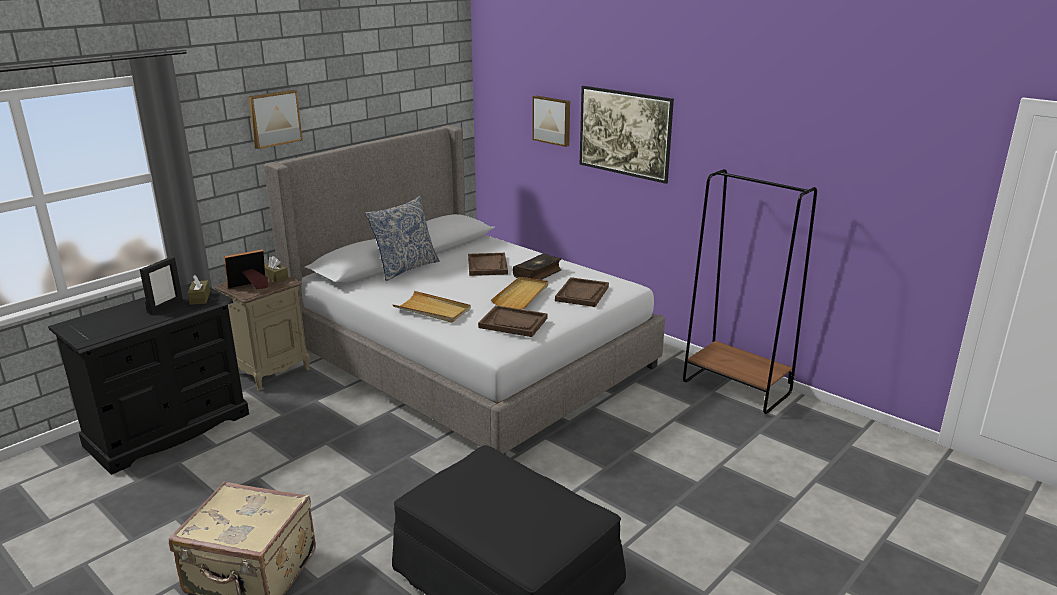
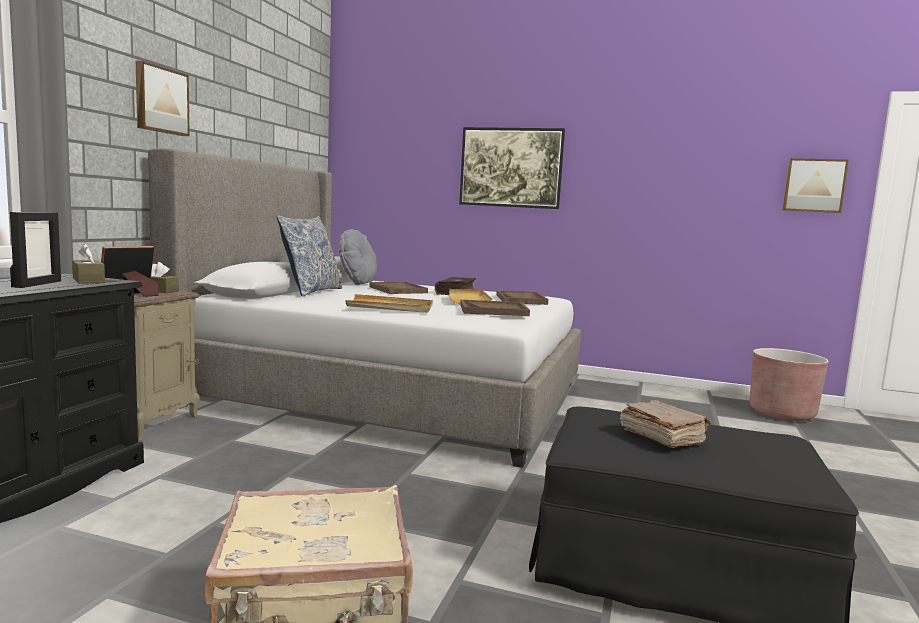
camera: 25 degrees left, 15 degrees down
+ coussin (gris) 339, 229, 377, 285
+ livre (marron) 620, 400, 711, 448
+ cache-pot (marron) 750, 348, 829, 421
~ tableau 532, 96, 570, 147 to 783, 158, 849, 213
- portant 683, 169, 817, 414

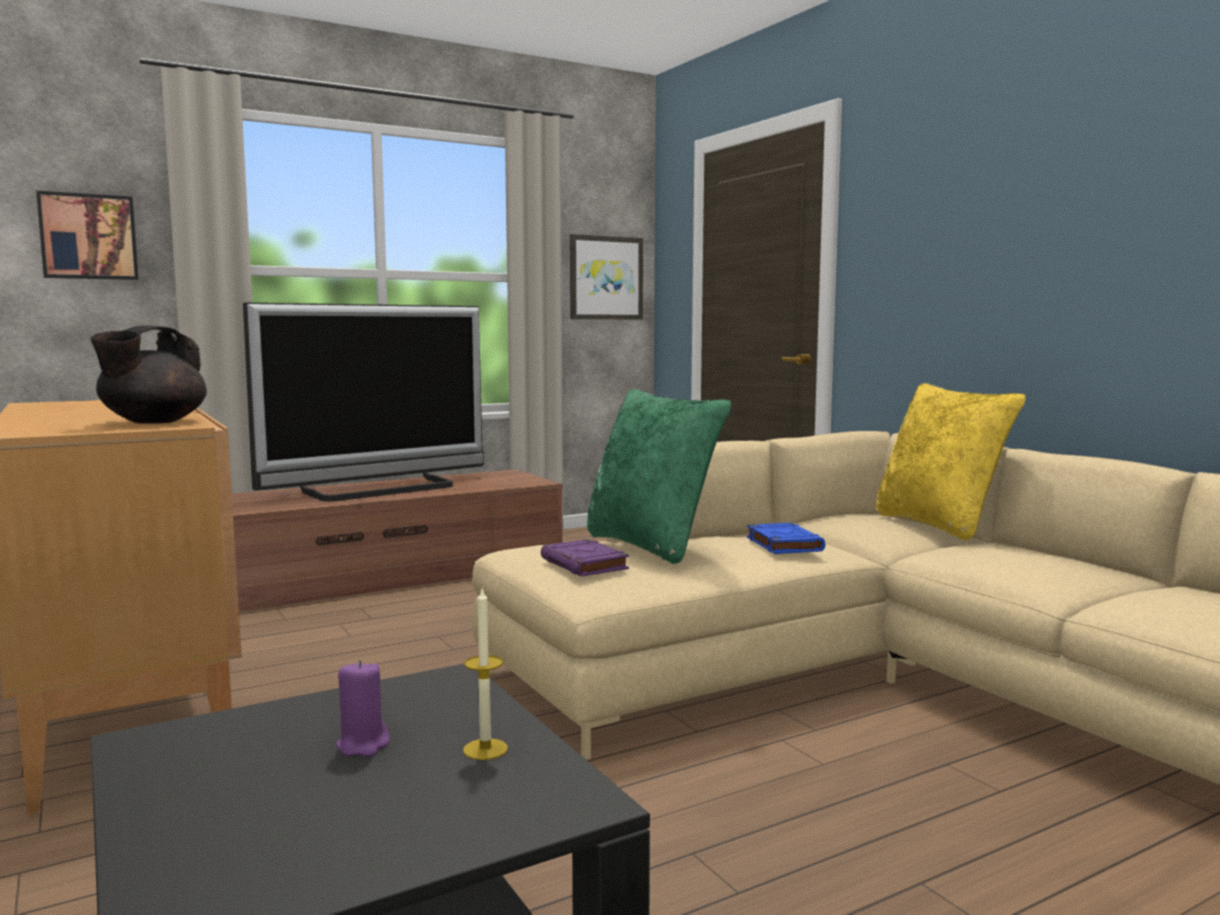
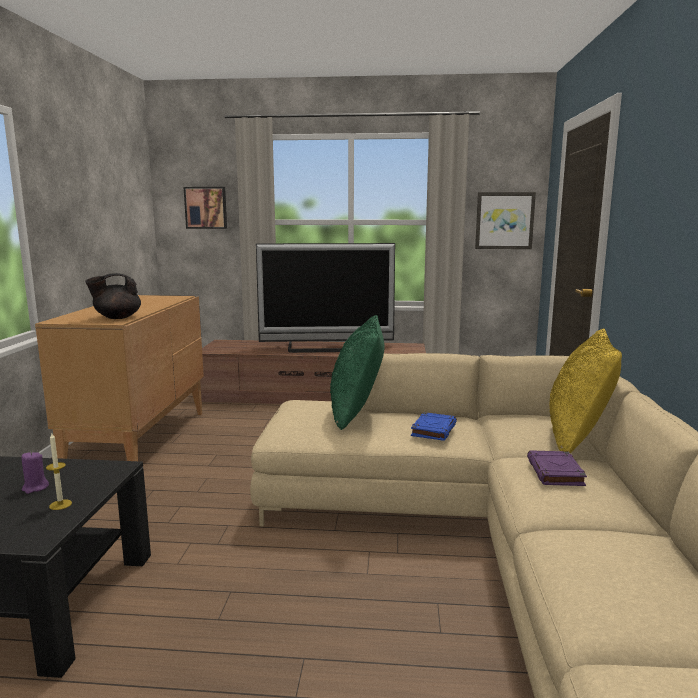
camera: 35 degrees right, 5 degrees up
~ livre (violet) 541, 539, 629, 576 to 527, 451, 587, 486

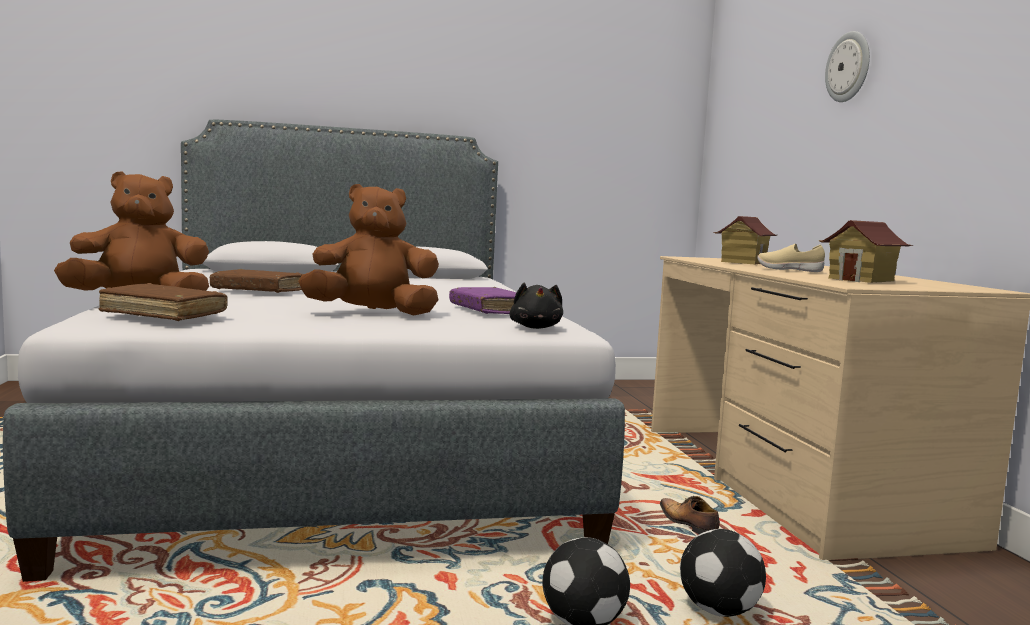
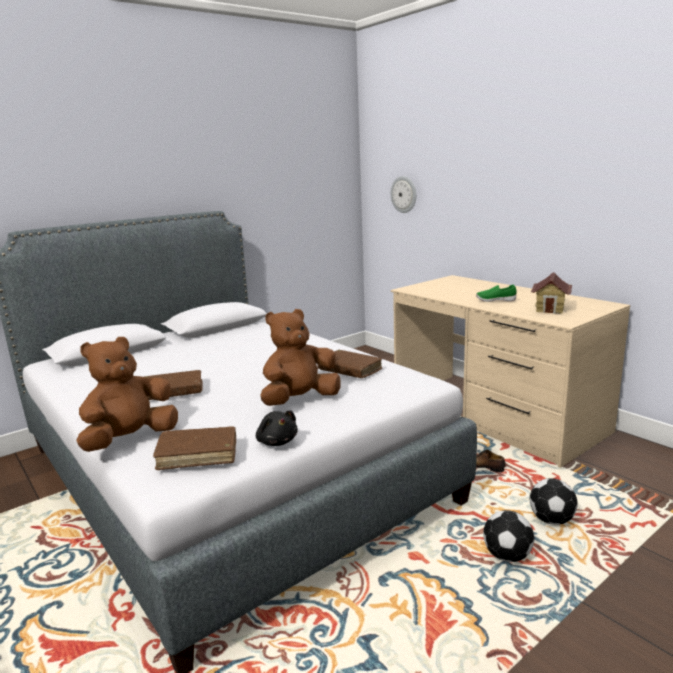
camera: 25 degrees left, 10 degrees up
~ peluche (noir) 510, 282, 563, 329 to 256, 410, 298, 446
~ livre (violet) 449, 287, 517, 314 to livre (marron) 317, 350, 382, 378
~ horloge murale 825, 31, 870, 102 to 391, 176, 416, 213
~ chaussure (beige) 757, 244, 825, 272 to chaussure (vert) 476, 285, 517, 302
- maison miniature 714, 216, 777, 264

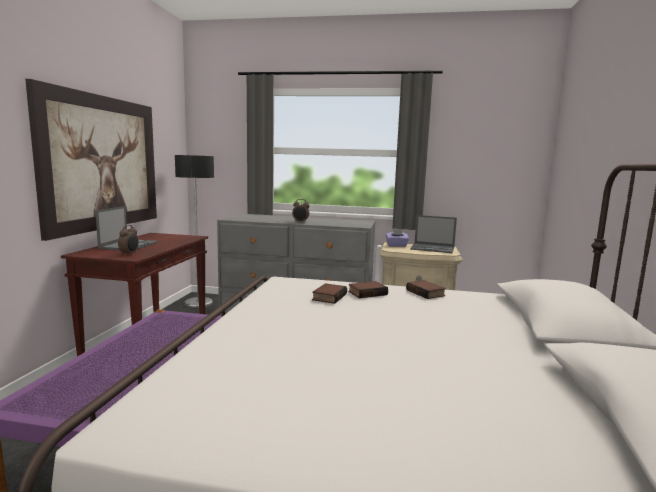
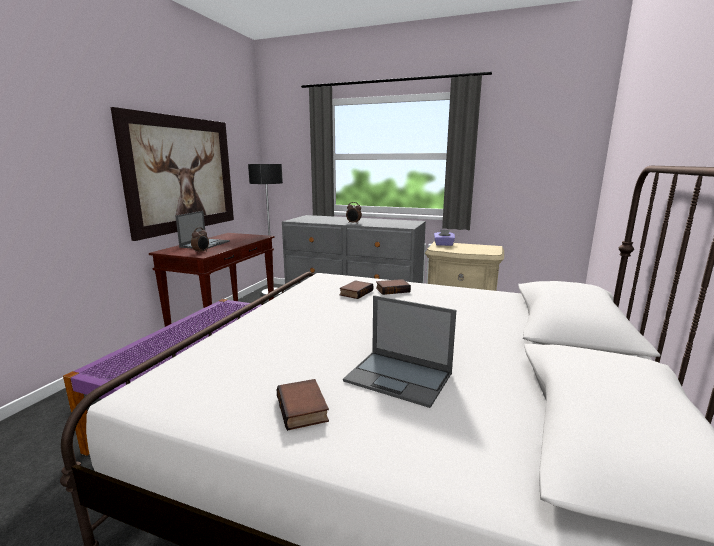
camera: 10 degrees right, 5 degrees up
~ livre 406, 280, 446, 299 to 277, 379, 329, 431
~ ordinateur portable 410, 215, 457, 253 to 343, 295, 456, 408

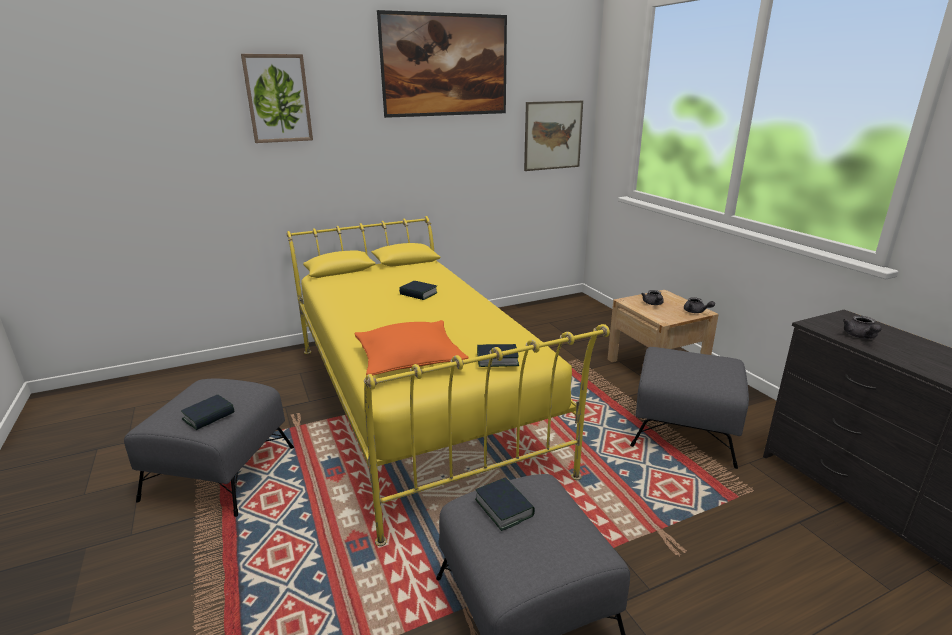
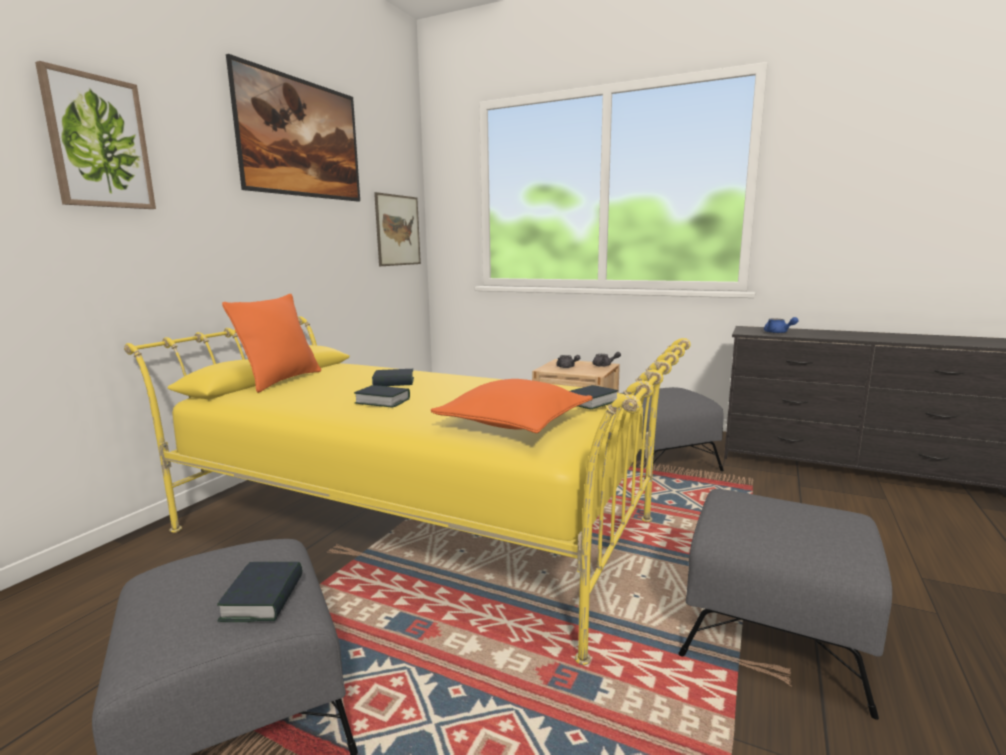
camera: 40 degrees left, 10 degrees down
+ coussin (orange) 222, 294, 321, 393
~ livre 475, 477, 535, 531 to 354, 385, 410, 408
~ théière (gris) 843, 316, 882, 339 to théière (bleu) 764, 317, 799, 333

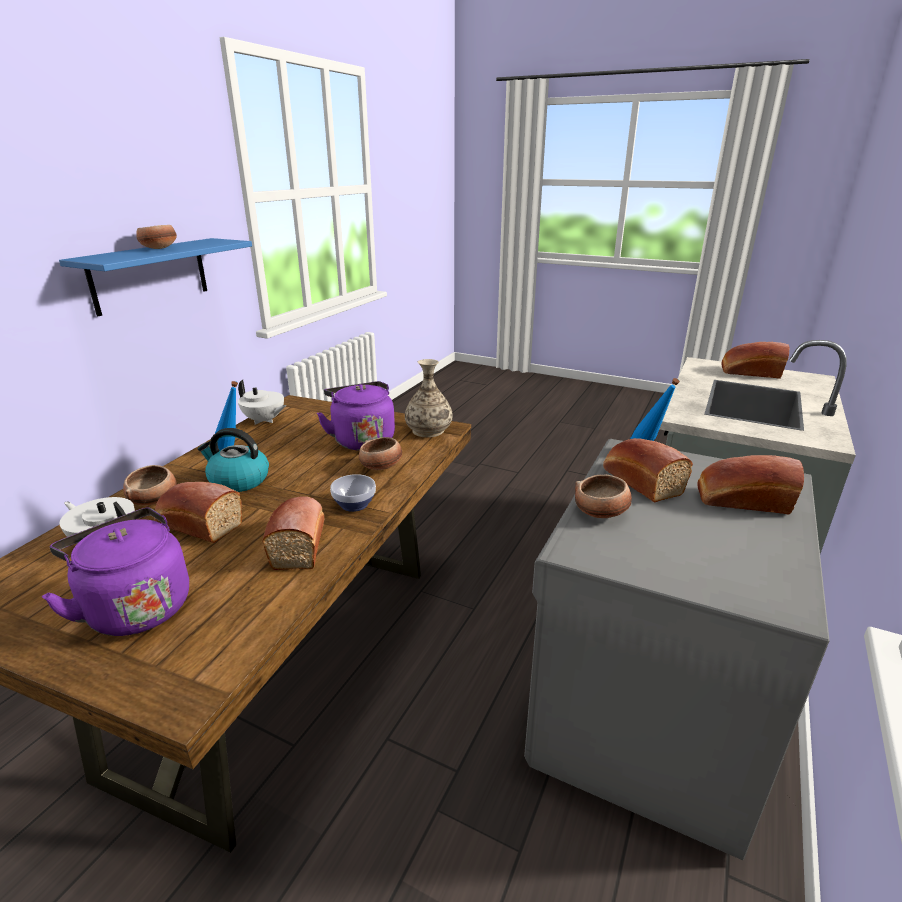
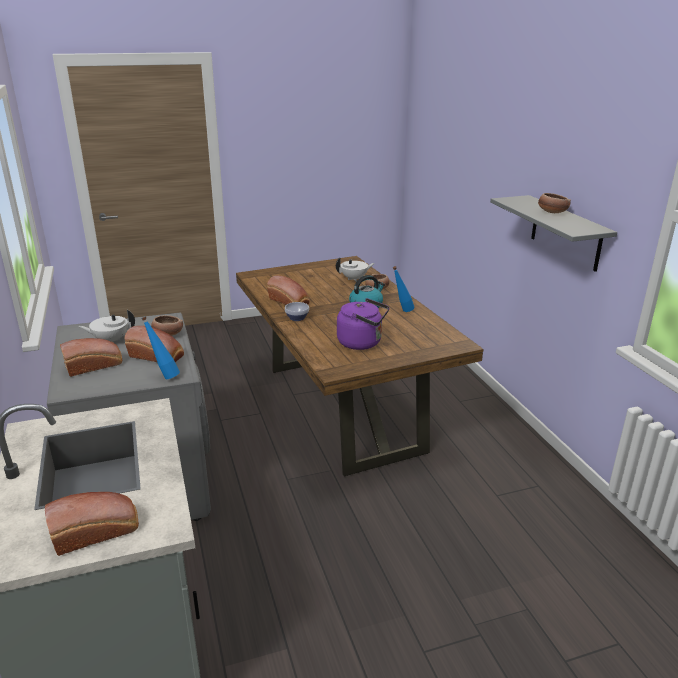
camera: 135 degrees right, 0 degrees up
~ théière (blanc) 238, 380, 287, 425 to 78, 310, 135, 342
~ étagère (bleu) 59, 238, 252, 316 to étagère (gris) 490, 195, 617, 272
- bouilloire (violet) 41, 507, 189, 636
- pain 154, 482, 242, 543
- bol 359, 437, 402, 470
- vase 405, 359, 453, 438

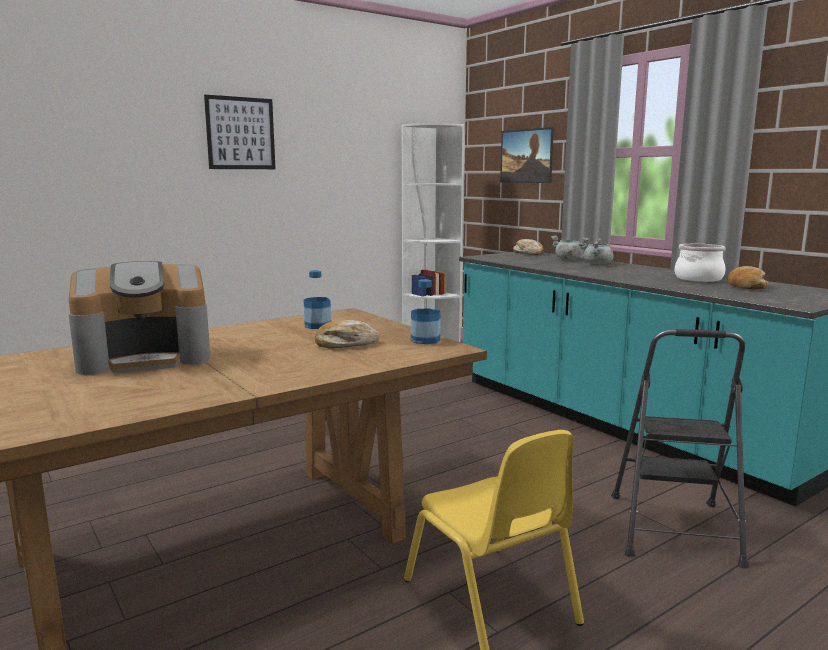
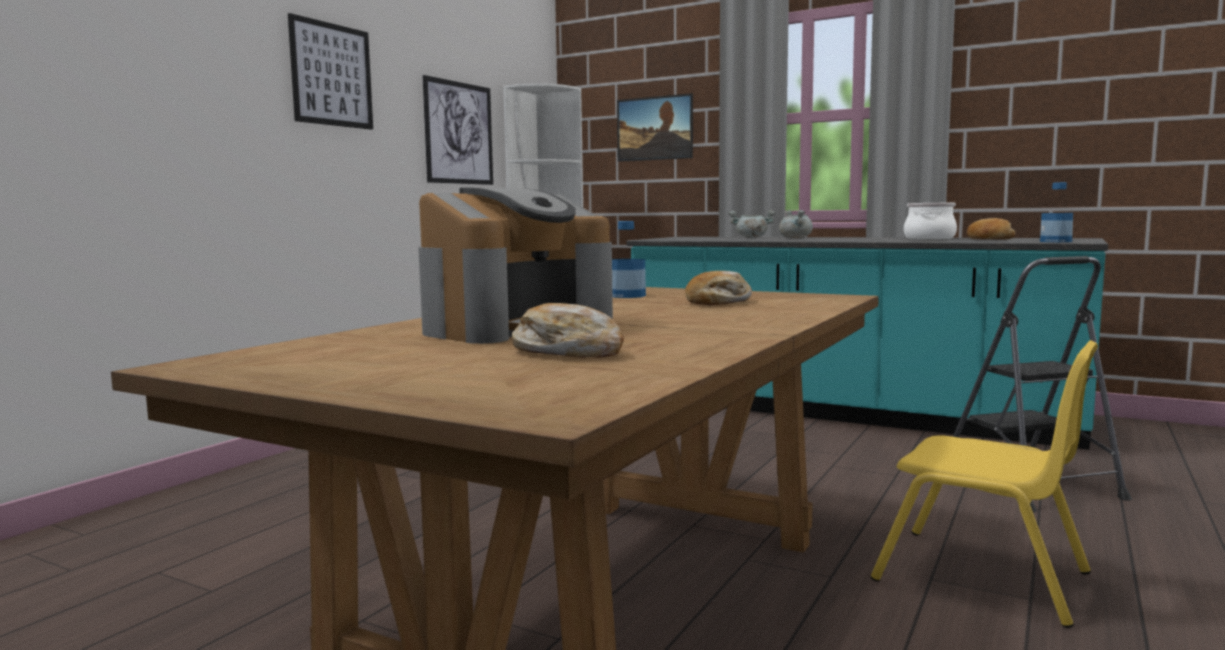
camera: 25 degrees left, 5 degrees down
+ tableau 423, 75, 493, 185
~ pain 513, 239, 544, 255 to 512, 303, 624, 358
~ bouteille 411, 279, 441, 344 to 1040, 182, 1073, 242

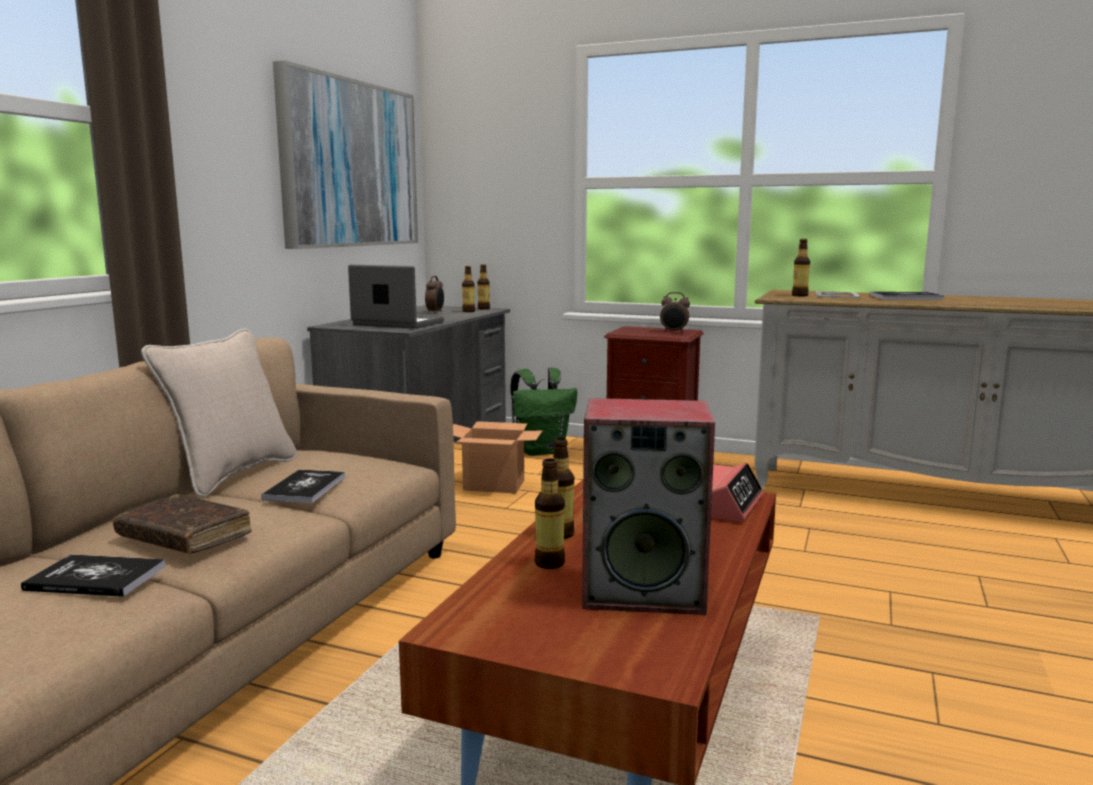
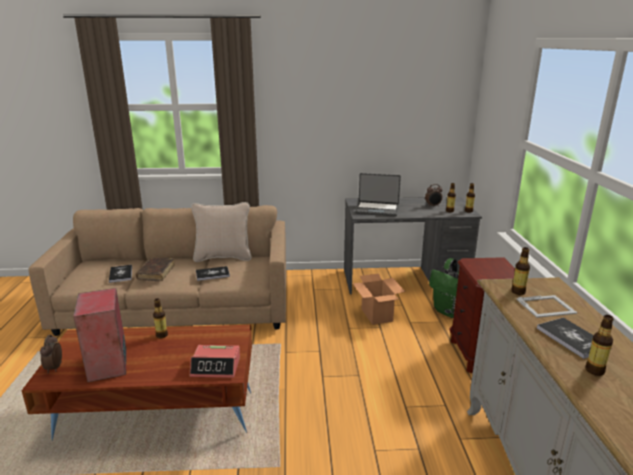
camera: 65 degrees right, 10 degrees up
~ réveil 660, 292, 690, 333 to 40, 335, 62, 373
~ ordinateur portable 348, 265, 444, 329 = 355, 173, 401, 217 105 degrees clockwise
~ bouteille 535, 458, 565, 569 to 585, 315, 614, 376
- tableau 273, 60, 418, 249

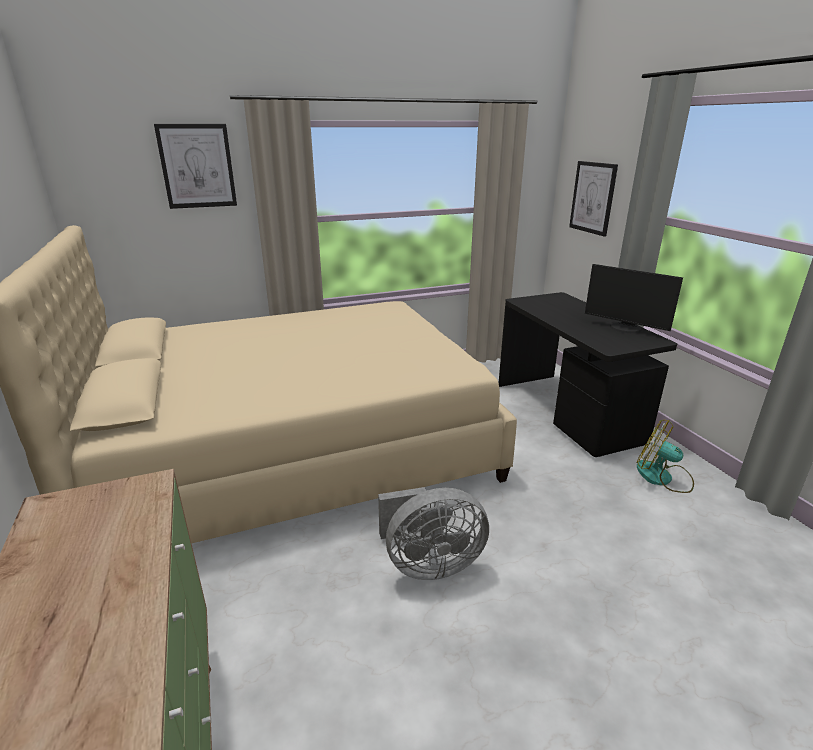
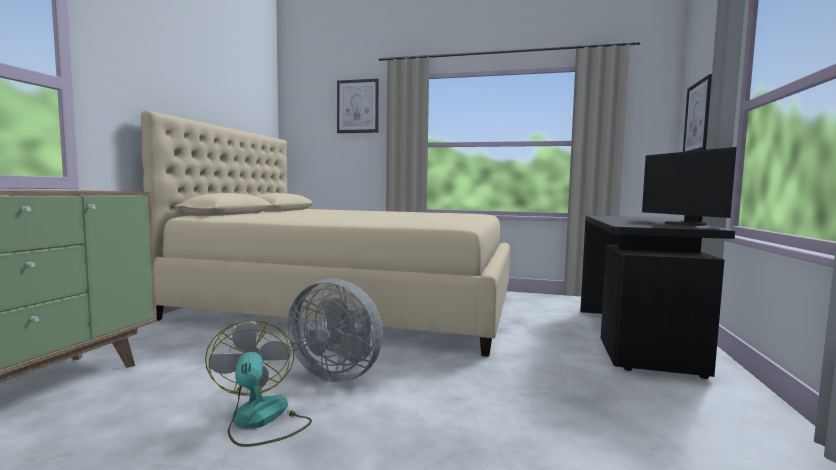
camera: 35 degrees right, 20 degrees down
~ ventilateur 637, 420, 694, 493 to 205, 320, 312, 447

